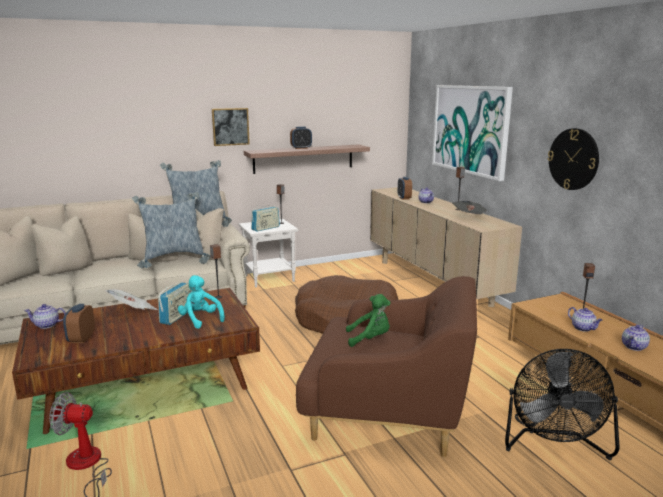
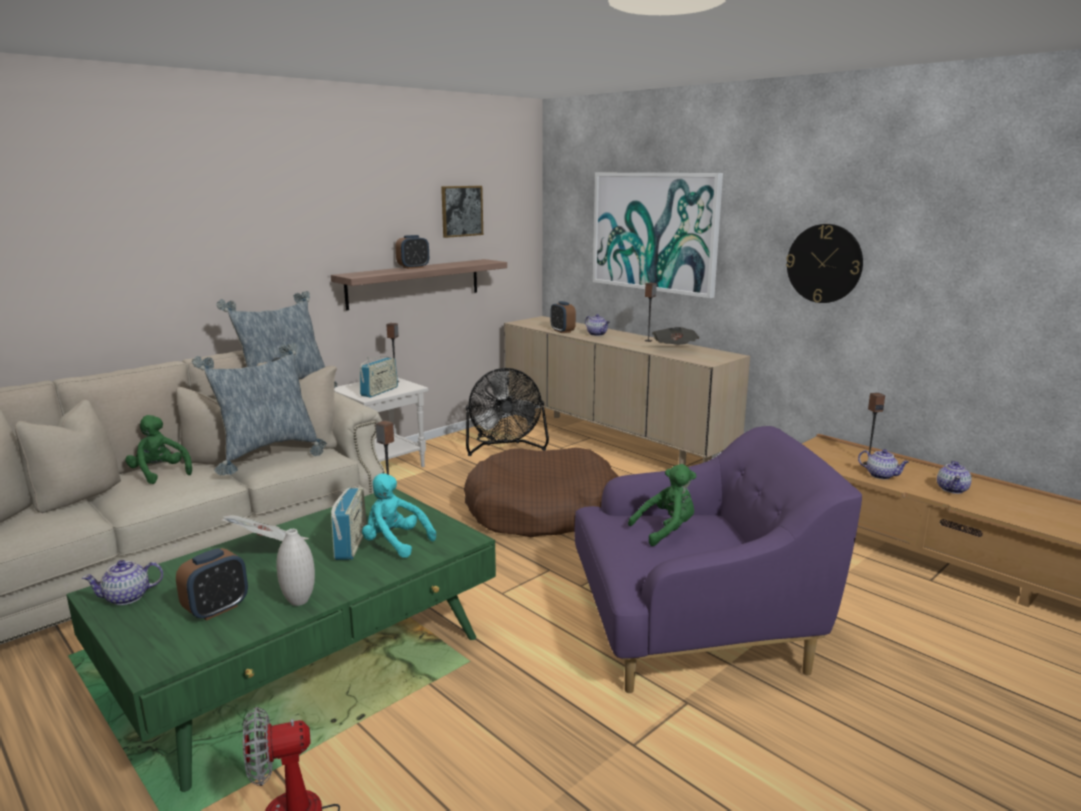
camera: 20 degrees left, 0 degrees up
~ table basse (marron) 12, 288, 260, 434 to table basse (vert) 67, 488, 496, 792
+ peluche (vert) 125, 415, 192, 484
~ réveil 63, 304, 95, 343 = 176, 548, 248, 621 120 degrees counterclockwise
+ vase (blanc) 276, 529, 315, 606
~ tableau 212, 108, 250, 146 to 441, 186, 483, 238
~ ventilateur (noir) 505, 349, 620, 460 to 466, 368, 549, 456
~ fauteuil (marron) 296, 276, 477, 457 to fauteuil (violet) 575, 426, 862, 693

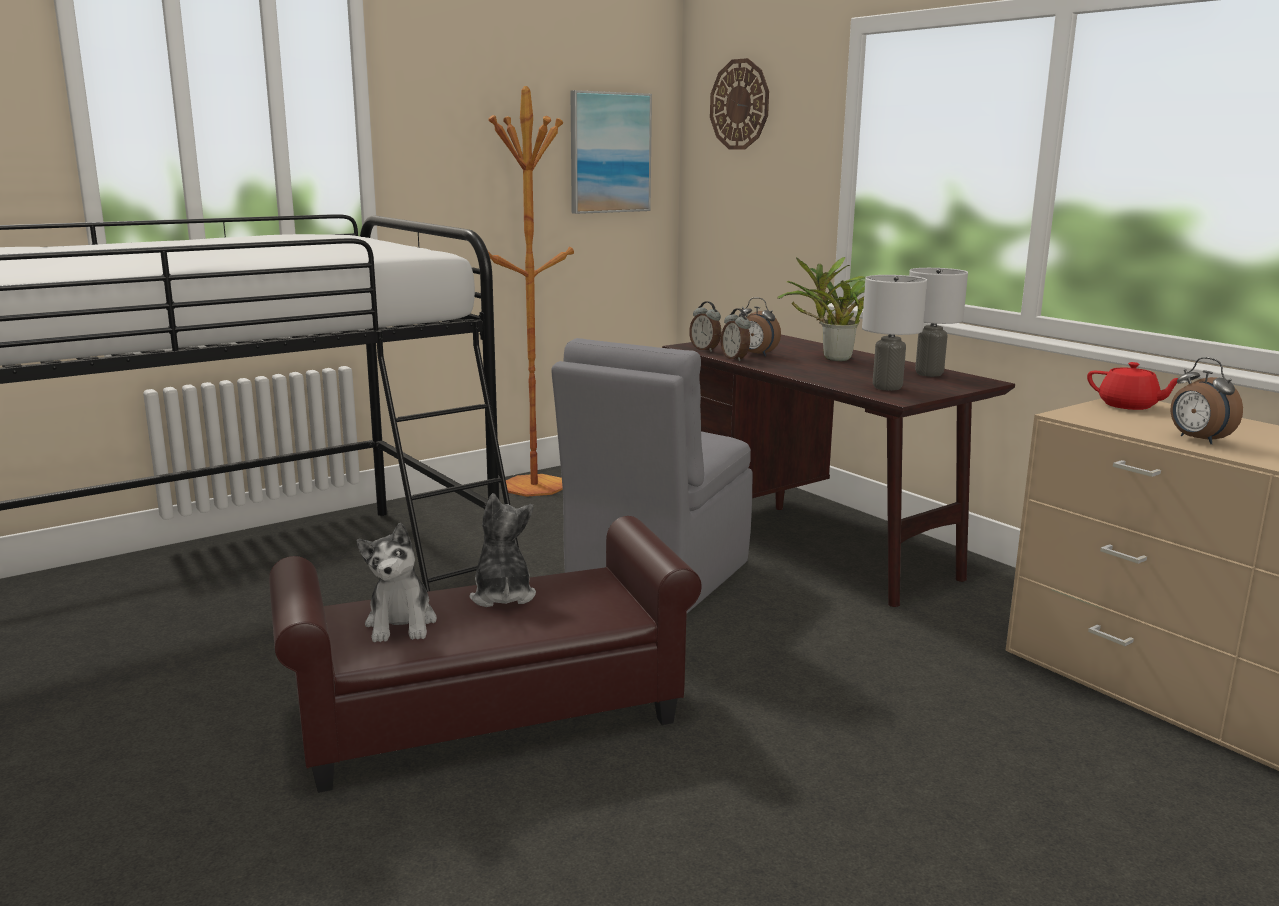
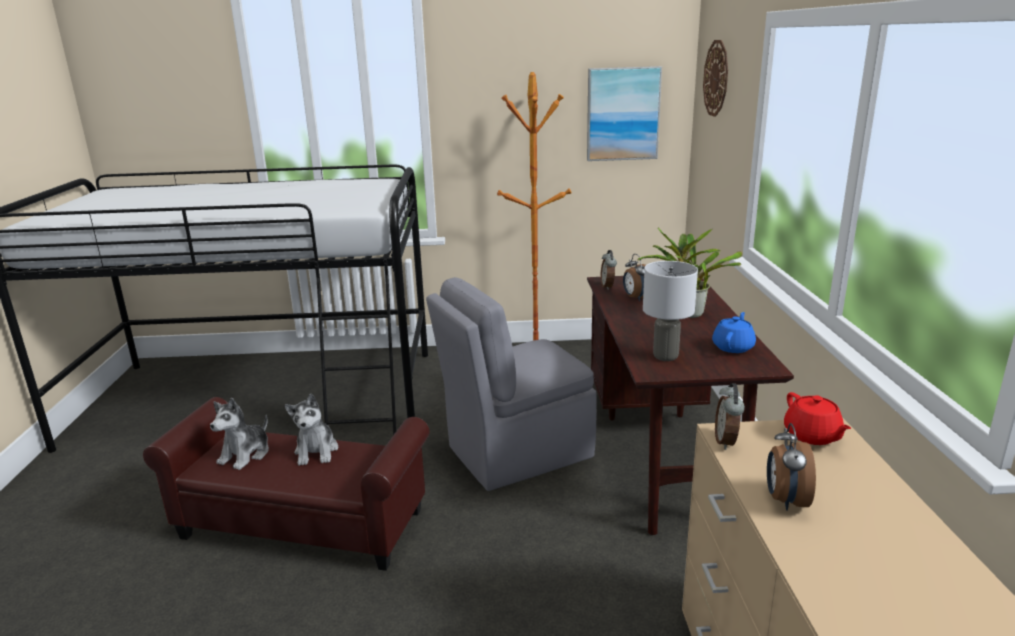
camera: 35 degrees right, 5 degrees up
~ peluche 469, 493, 536, 607 = 285, 394, 338, 466 150 degrees clockwise
~ lampe de table (blanc) 909, 268, 968, 377 to théière (bleu) 712, 312, 756, 353
~ réveil 721, 308, 751, 362 to 715, 383, 745, 450

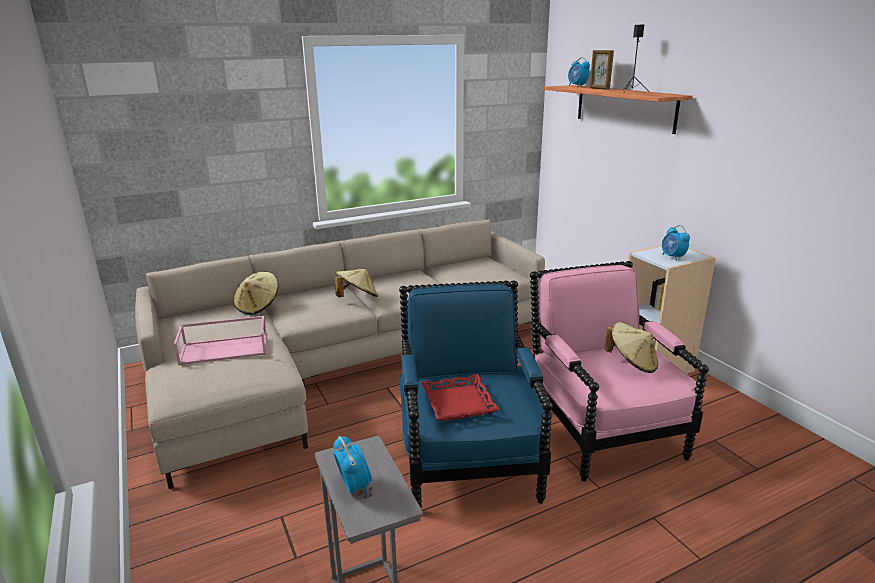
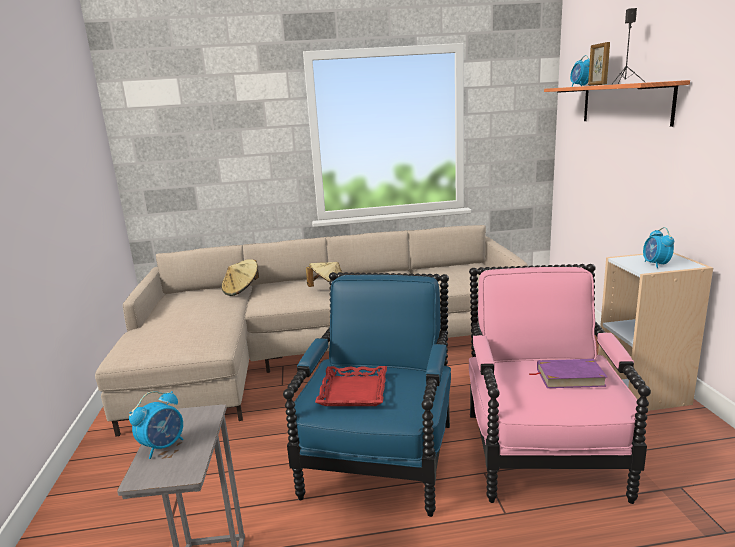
camera: 20 degrees right, 5 degrees down
~ réveil 333, 435, 372, 497 = 129, 391, 183, 459 45 degrees clockwise
~ chapeau (beige) 605, 322, 658, 373 to livre (violet) 529, 359, 607, 388
- plateau (rose) 174, 316, 267, 365

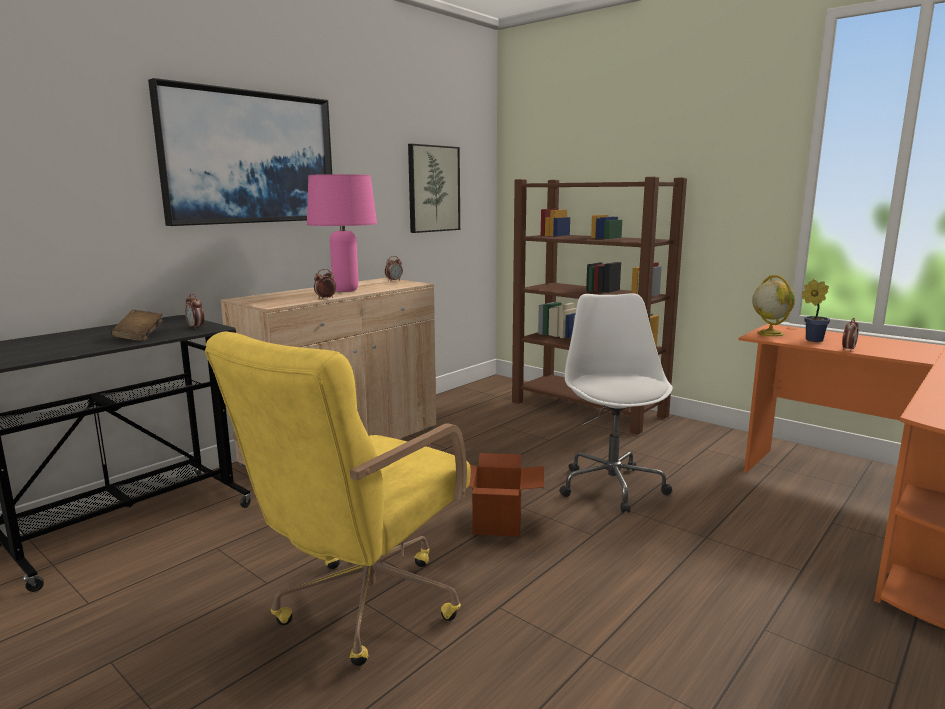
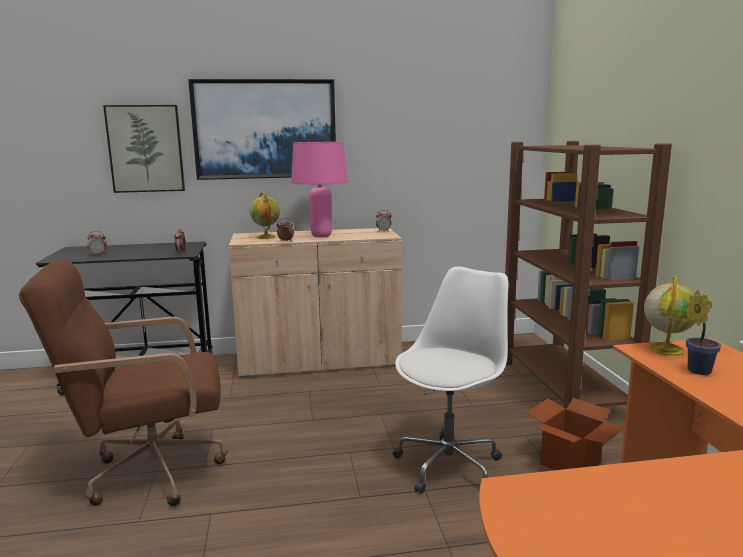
camera: 40 degrees right, 0 degrees up
~ chaise de bureau (jaune) 205, 331, 471, 666 to chaise de bureau (marron) 19, 259, 228, 506
~ réveil 842, 318, 859, 352 to 87, 231, 107, 255
~ tableau 408, 144, 460, 233 to 103, 105, 185, 193
+ globe 250, 192, 280, 239
~ carton 468, 453, 544, 537 to 526, 398, 625, 470
- livre (marron) 111, 310, 163, 341

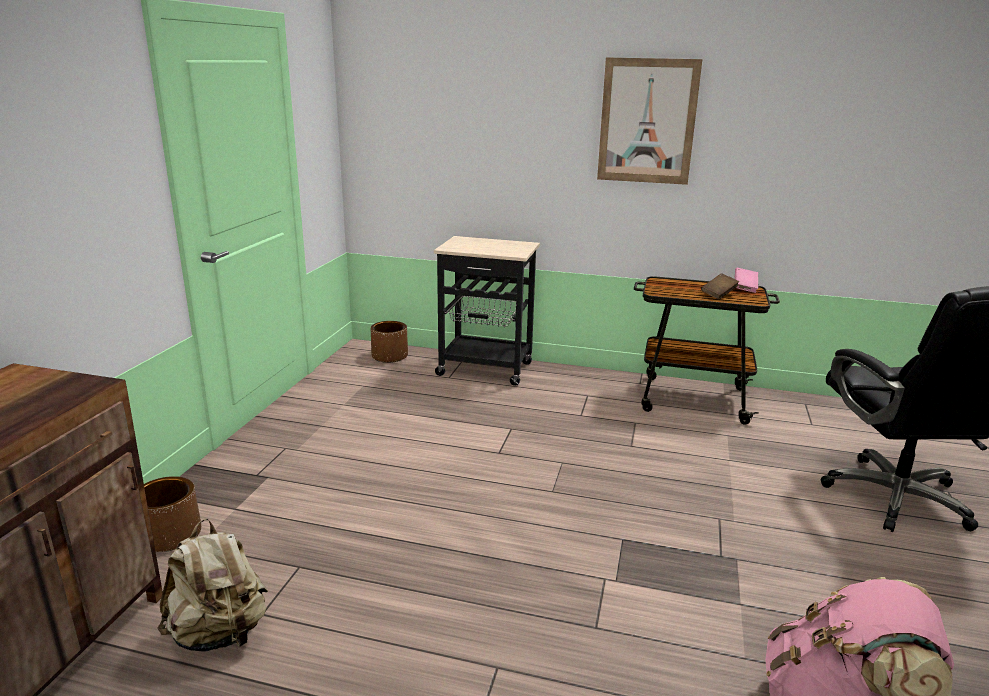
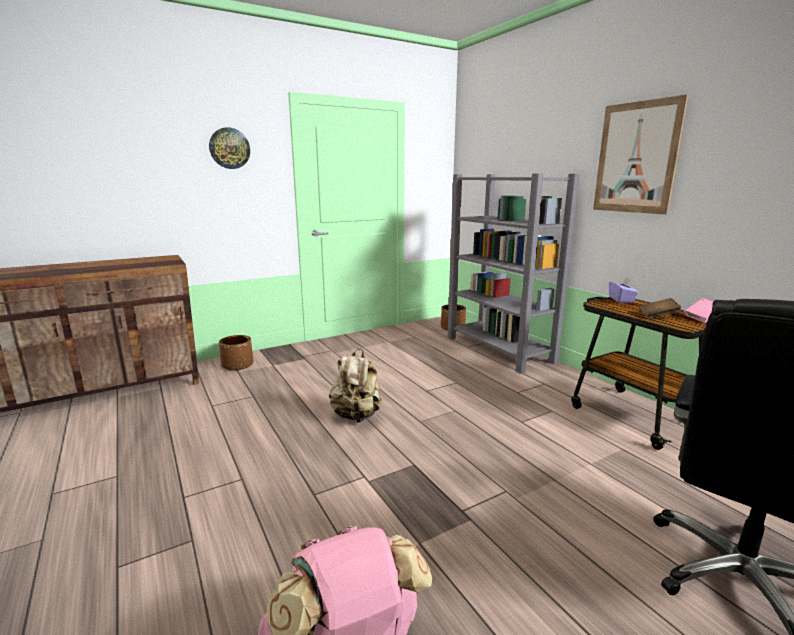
camera: 45 degrees right, 5 degrees down
+ horloge murale 209, 127, 250, 169
~ sac à dos (beige) 158, 518, 268, 652 to 329, 348, 382, 423
~ chariot 434, 236, 540, 386 to bibliothèque (gris) 448, 173, 580, 374
+ boîte à mouchoirs (violet) 609, 277, 639, 303

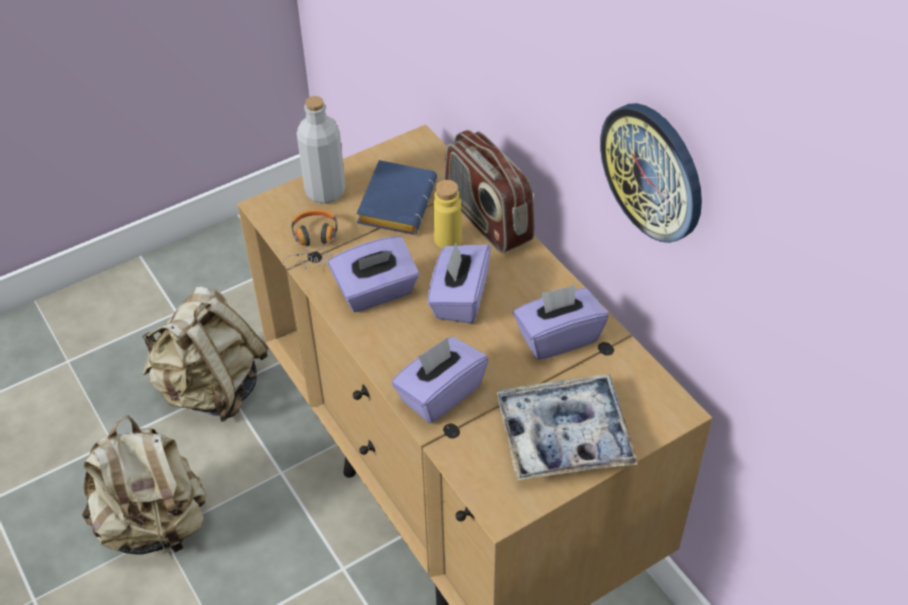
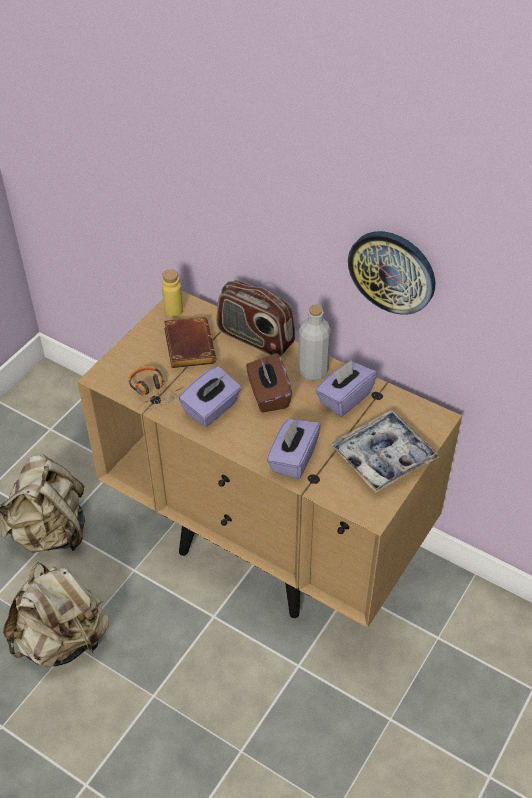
camera: 25 degrees left, 0 degrees up
~ bouteille (jaune) 433, 180, 462, 249 to 162, 269, 183, 317
~ livre (bleu) 357, 160, 437, 235 to livre (marron) 164, 317, 216, 368
~ boîte à mouchoirs (violet) 428, 242, 491, 323 to boîte à mouchoirs (marron) 246, 353, 292, 413
~ bouteille (gris) 296, 96, 346, 204 to 298, 305, 331, 381

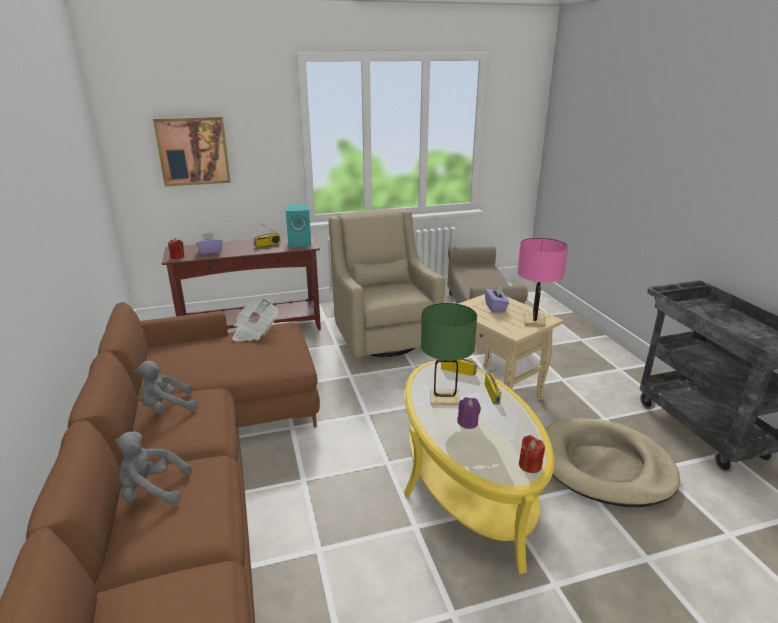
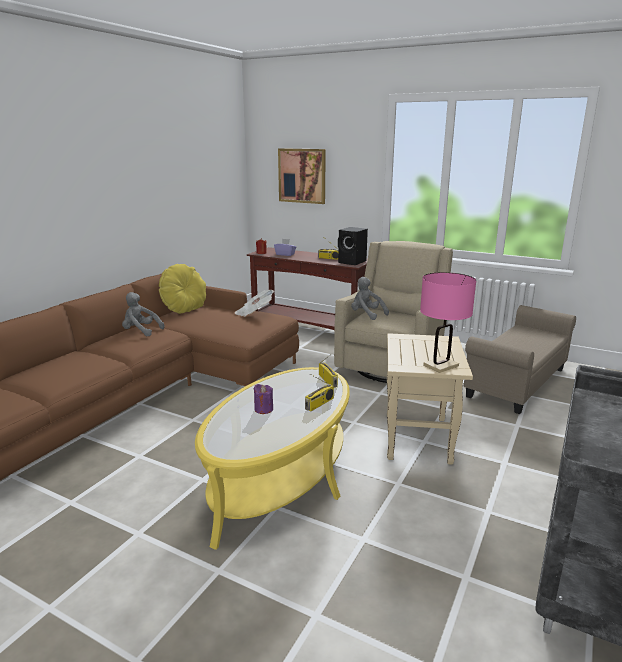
camera: 45 degrees right, 5 degrees down
+ coussin (jaune) 159, 264, 206, 314
~ enceinte (turquoise) 285, 204, 311, 247 to enceinte (noir) 338, 227, 368, 265
~ peluche (gris) 115, 431, 191, 505 to 351, 277, 389, 320
- lampe de table (vert) 421, 303, 477, 406
- boîte à mouchoirs (violet) 485, 285, 509, 312
- bougie (rouge) 519, 435, 545, 473
- panier pour chien (beige) 545, 418, 680, 507

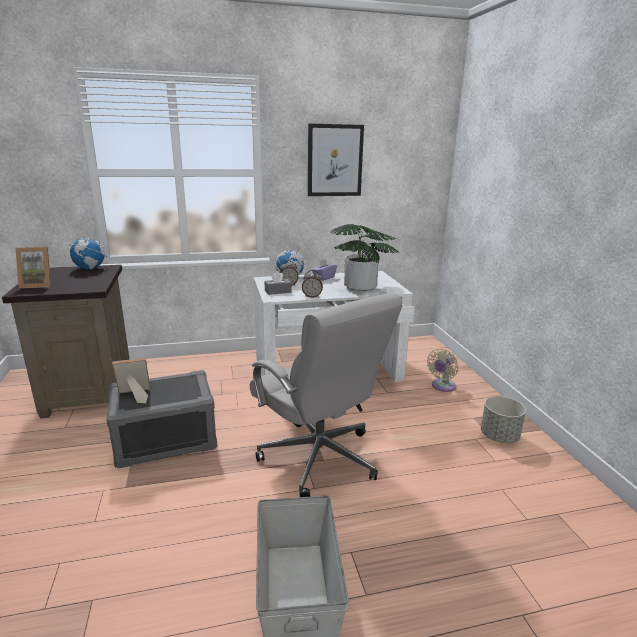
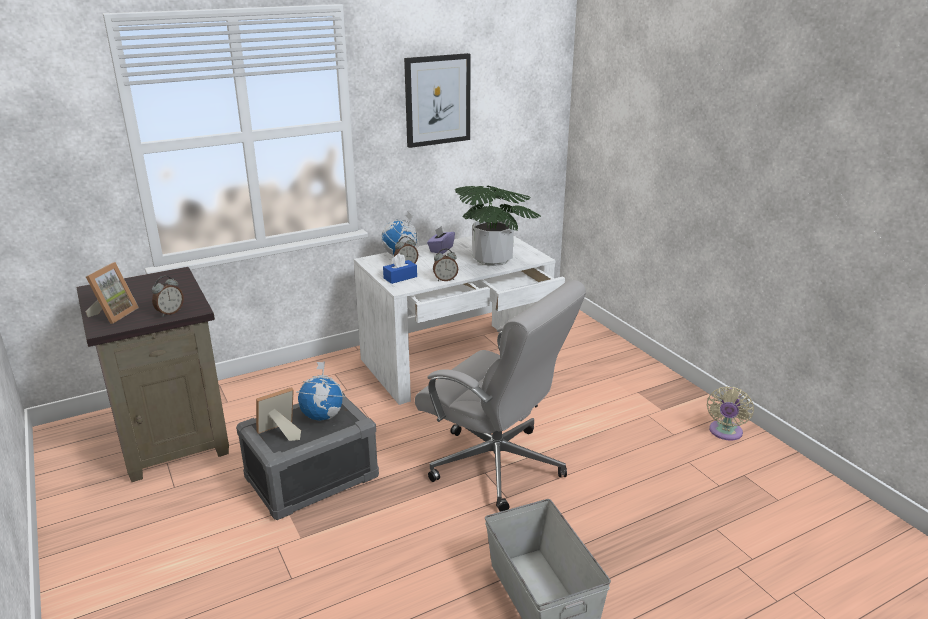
camera: 15 degrees left, 5 degrees up
~ cadre photo 16, 247, 51, 288 = 86, 262, 139, 324 45 degrees counterclockwise
+ réveil 152, 276, 184, 317
~ globe 70, 227, 107, 270 to 296, 361, 345, 421
~ boîte à mouchoirs (gris) 265, 271, 292, 295 to boîte à mouchoirs (bleu) 383, 253, 417, 284
~ ventilateur (beige) 427, 349, 458, 392 to 707, 386, 754, 441
- cache-pot (gris) 481, 396, 526, 443

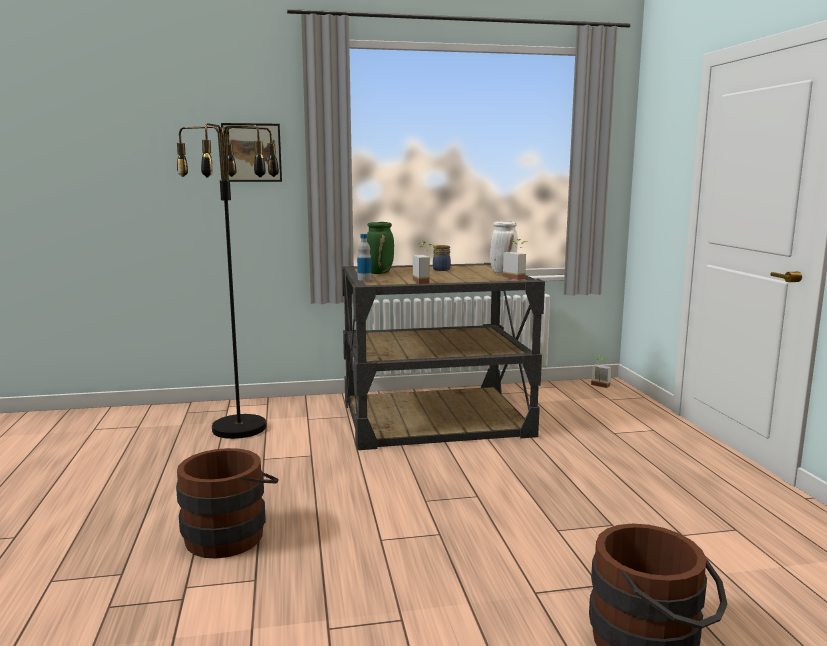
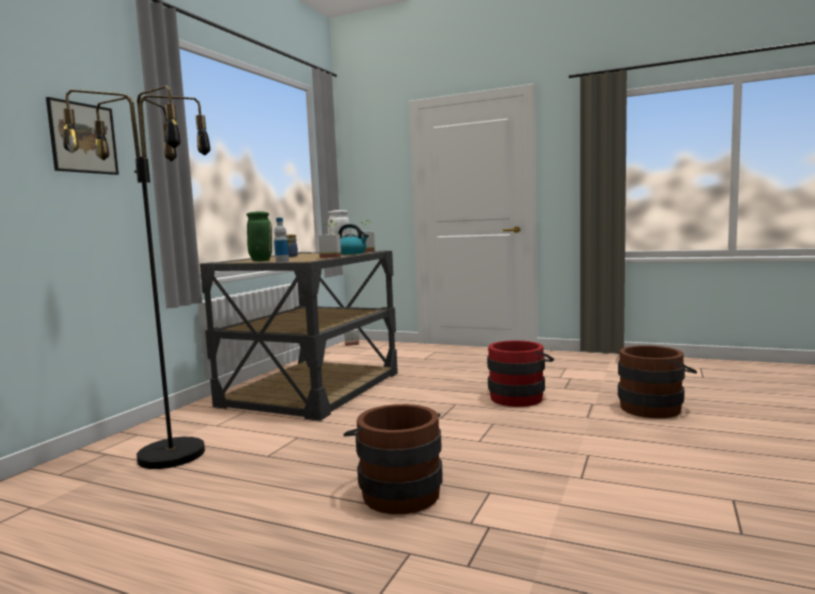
camera: 55 degrees left, 5 degrees down
+ bouilloire 338, 224, 369, 255
+ seau (rouge) 487, 340, 554, 407

